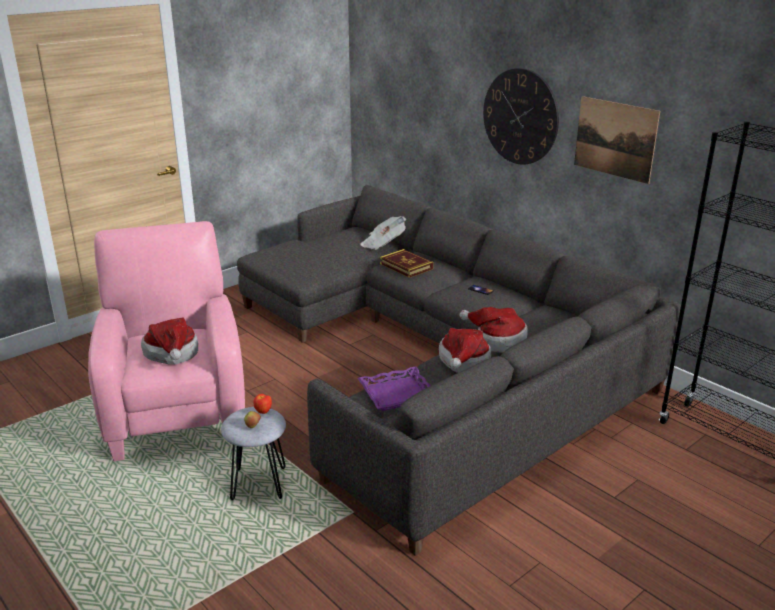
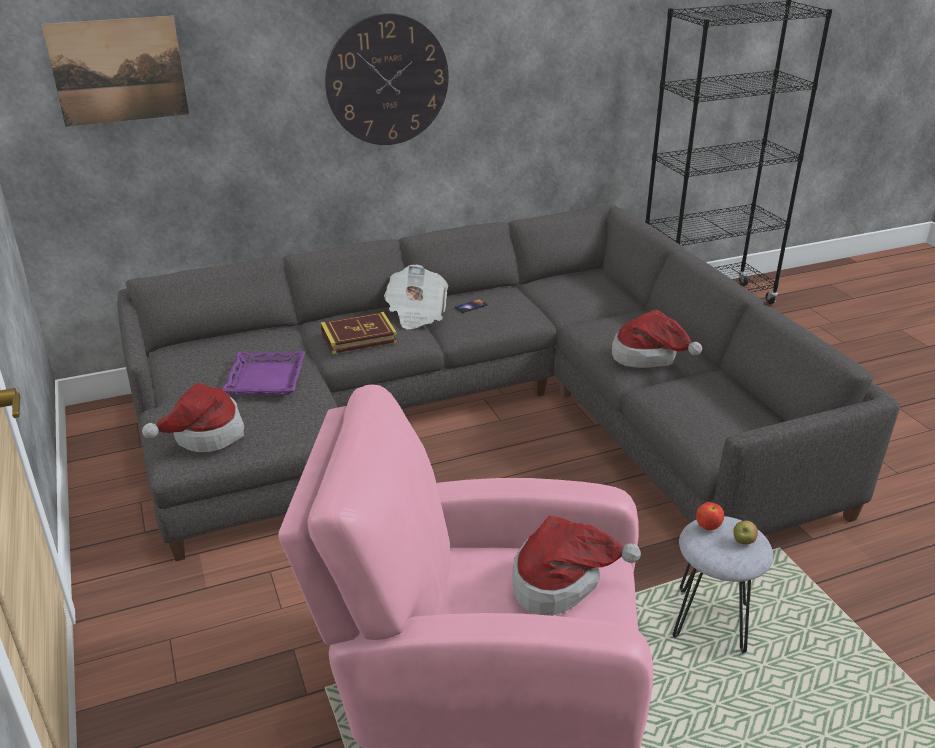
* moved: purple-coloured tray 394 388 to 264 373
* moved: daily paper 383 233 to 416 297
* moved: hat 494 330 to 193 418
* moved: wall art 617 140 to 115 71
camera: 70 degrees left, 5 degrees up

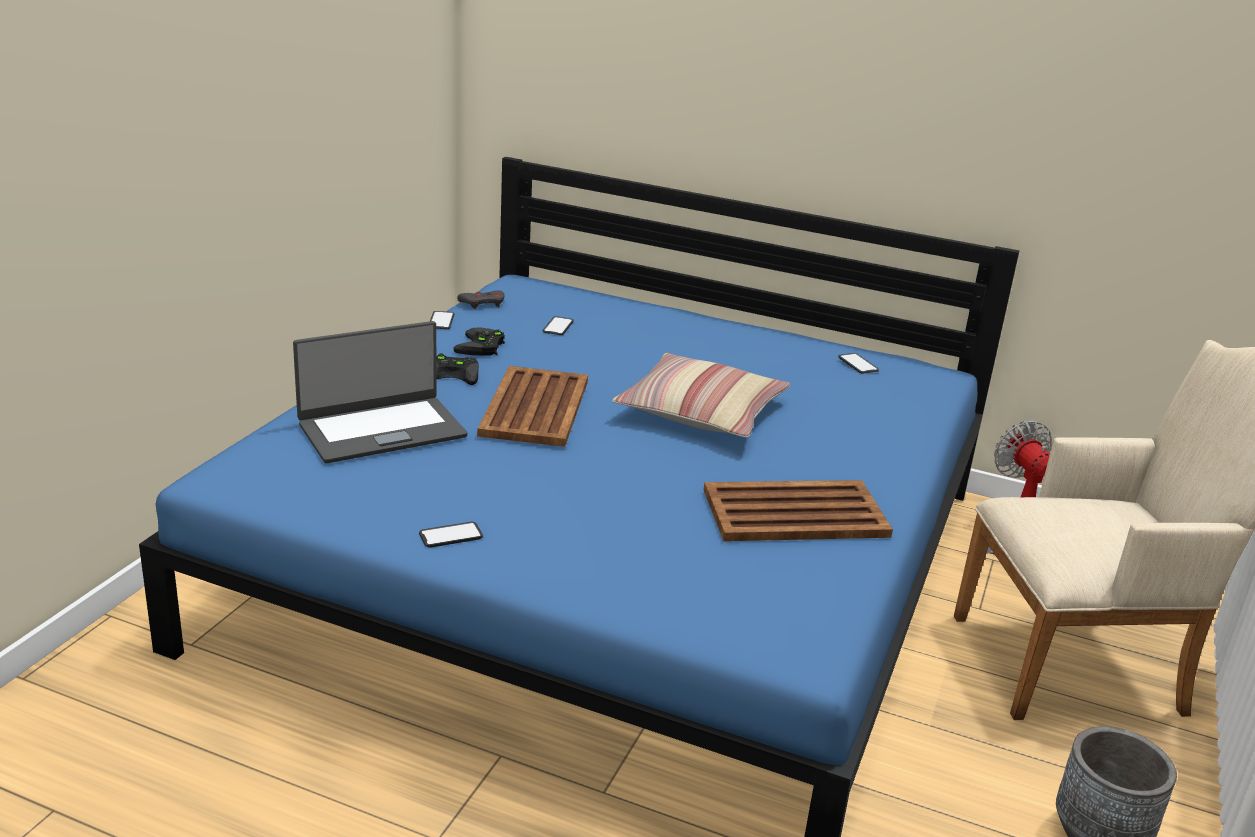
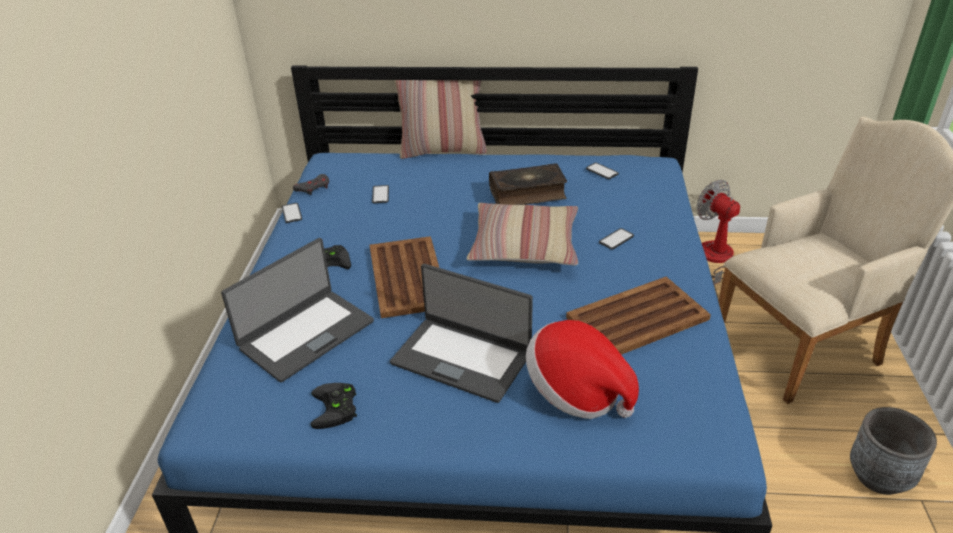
* added: portable computer 461 333
* added: pillow 440 119
* added: book 528 184
* added: hat 582 369
* moved: telephone 451 534 to 616 238
* moved: black gamepad 479 341 to 334 406
camera: 15 degrees left, 10 degrees up

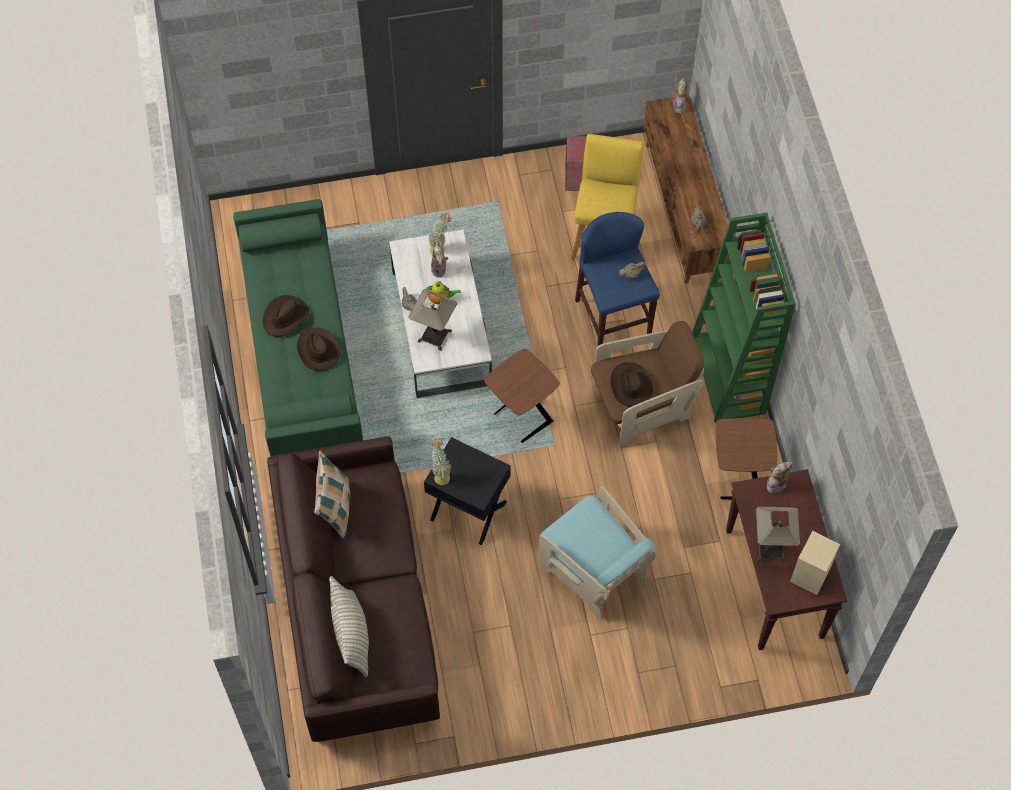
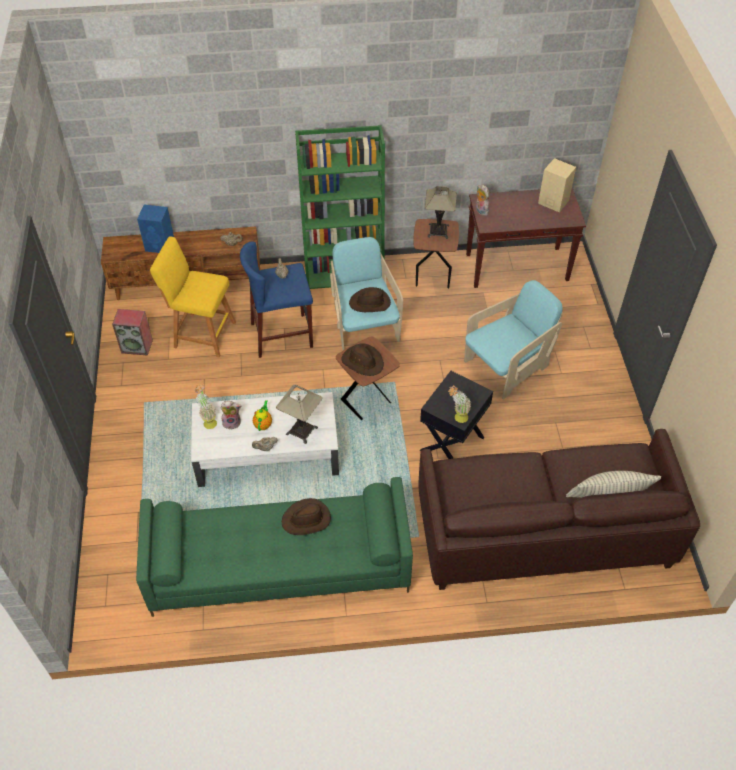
* removed: pillow 332 495
* removed: soft toy 680 95
* added: bluish audio speaker 155 229
* moved: brown-coloured hat 286 316 to 363 359
* moved: table lamp 778 535 to 441 212
* recoloured: brown-coloured easy chair 647 383 to turquoise easy chair 366 293
camera: 85 degrees left, 10 degrees down

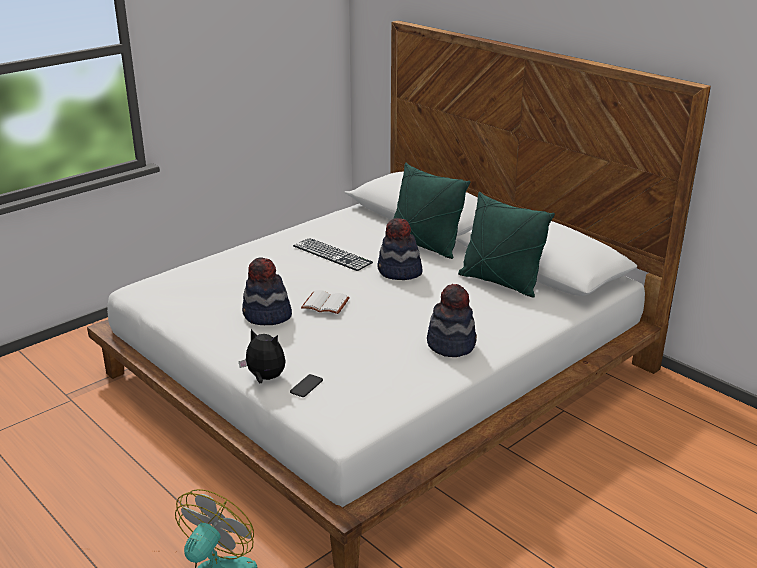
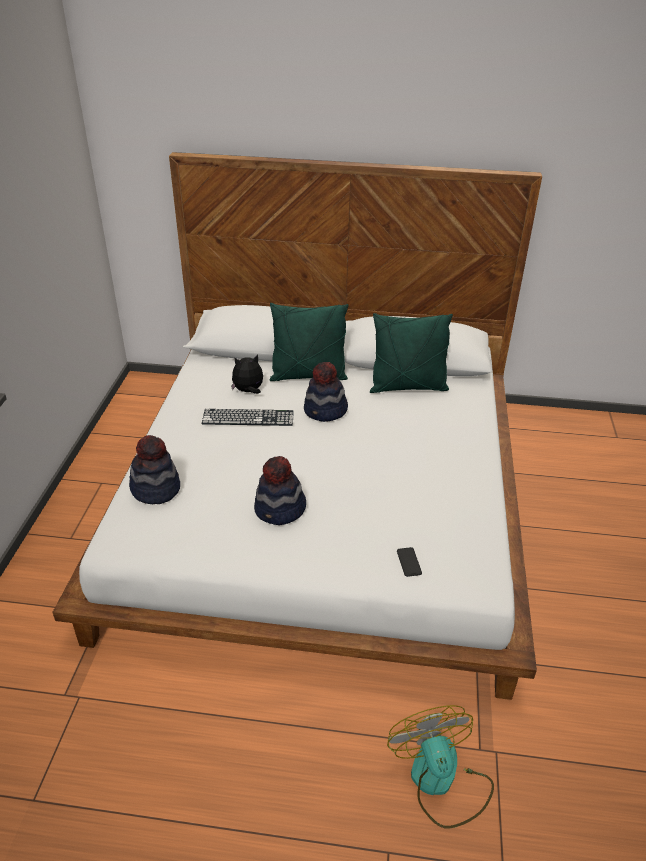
* removed: white book 325 302
* moved: soft toy 262 356 to 247 374
* moved: hat 452 320 to 154 469
camera: 40 degrees left, 10 degrees up

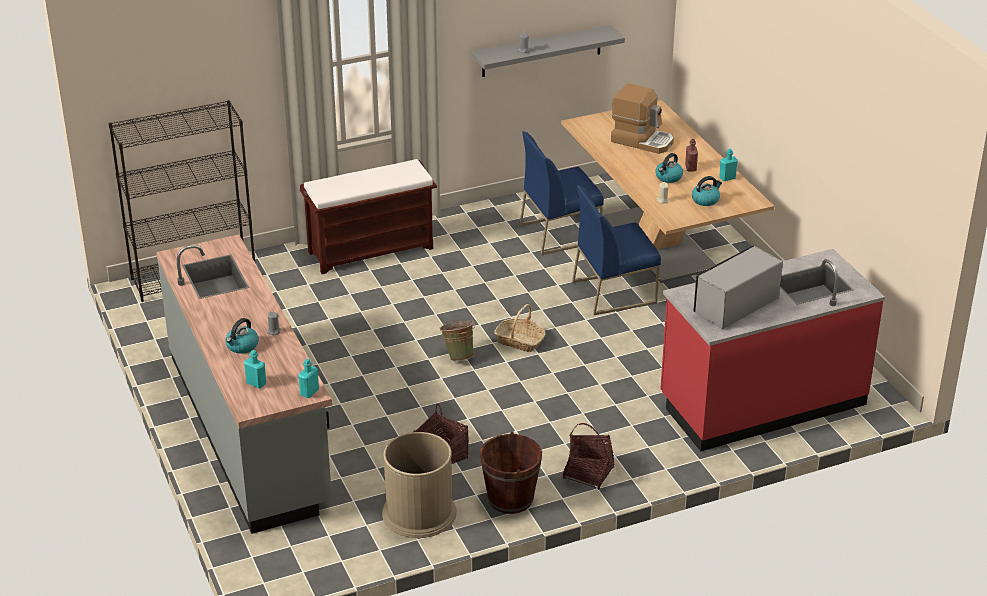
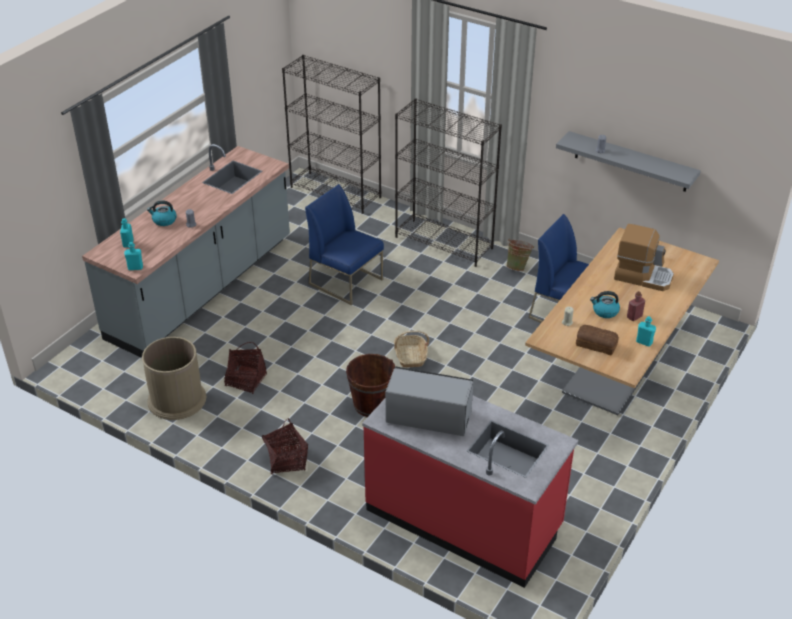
* moved: green-coloured bucket 457 340 to 520 254
* moved: brown-coloured bucket 511 473 to 370 385
* moved: bluish chair 616 250 to 344 244
* replaced: brown-coloured indoor bench 368 216 to black shelving unit 448 182
* replaced: tea kettle 707 191 to baked bread 597 340
* turned: coffee machine 642 119 = 644 257 60 degrees counterclockwise
camera: 55 degrees right, 5 degrees up

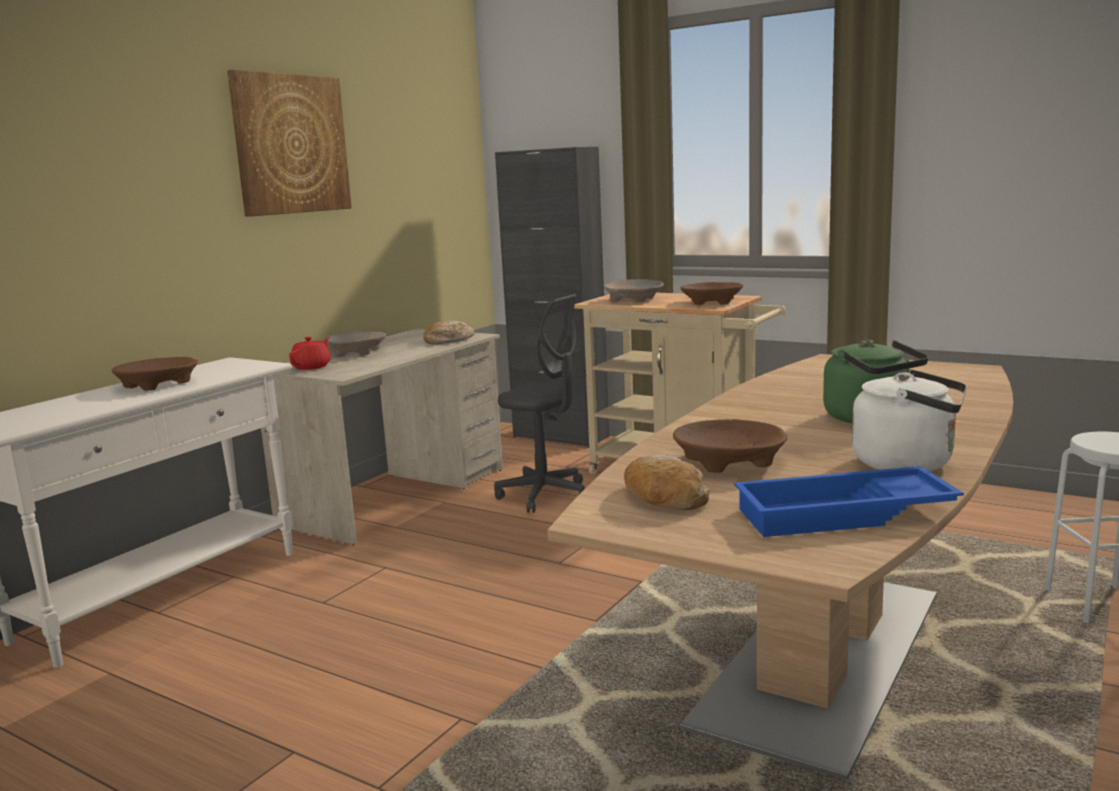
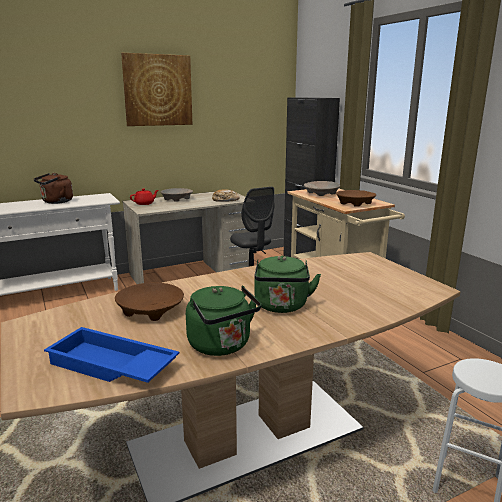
* removed: baked bread 667 482
* replaced: brown-coloured deep dish 155 374 to brown-coloured tea kettle 53 188
* recoloured: white tea kettle 909 420 to green-coloured tea kettle 223 321
camera: 30 degrees right, 5 degrees up

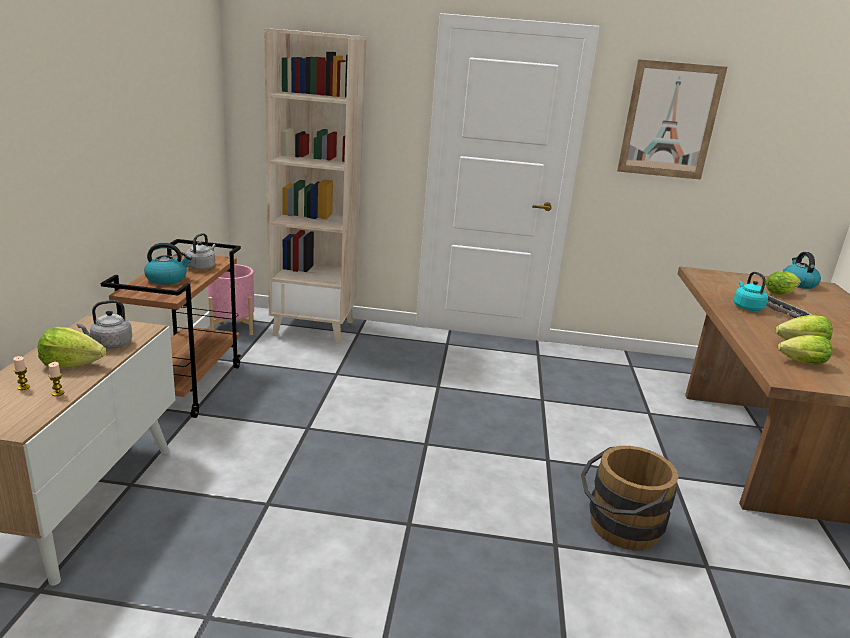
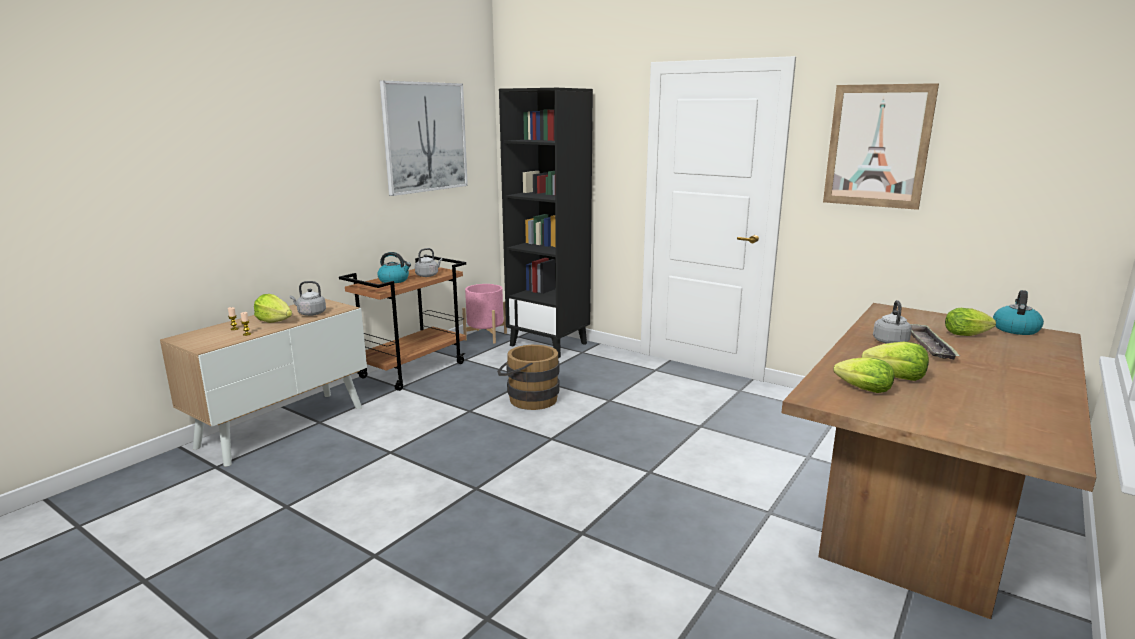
* added: wall art 424 138
* moved: brown-coloured bucket 630 498 to 528 377
* recoloured: beige shelving unit 315 186 to black shelving unit 546 223
* recoloured: turquoise tea kettle 750 291 to greyish tea kettle 892 321
camera: 30 degrees right, 5 degrees down

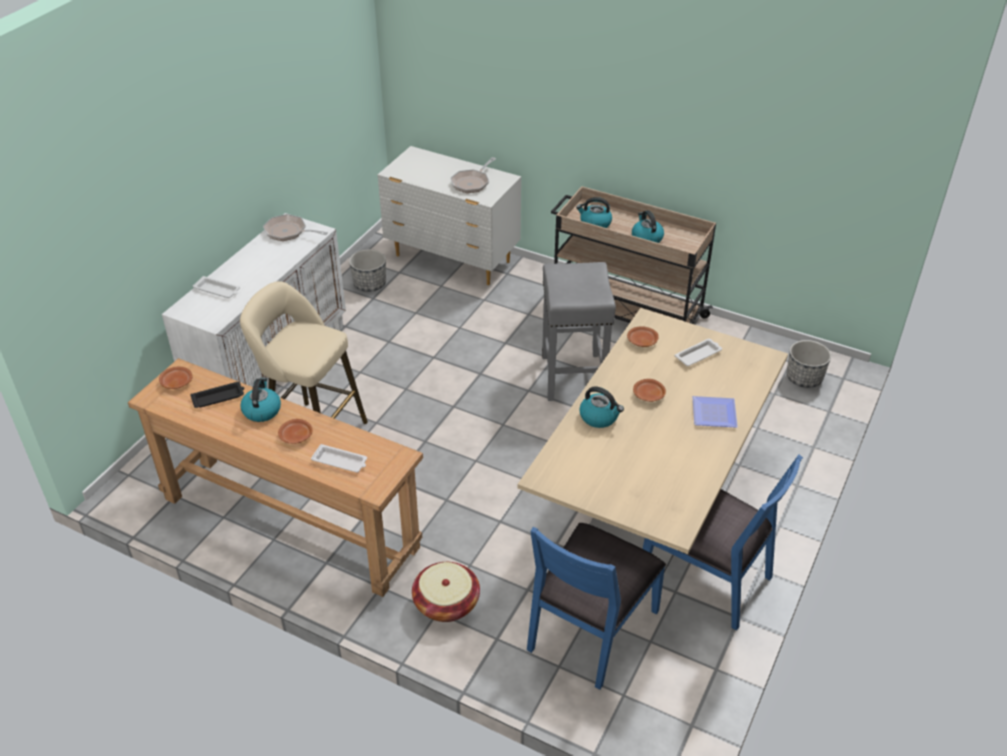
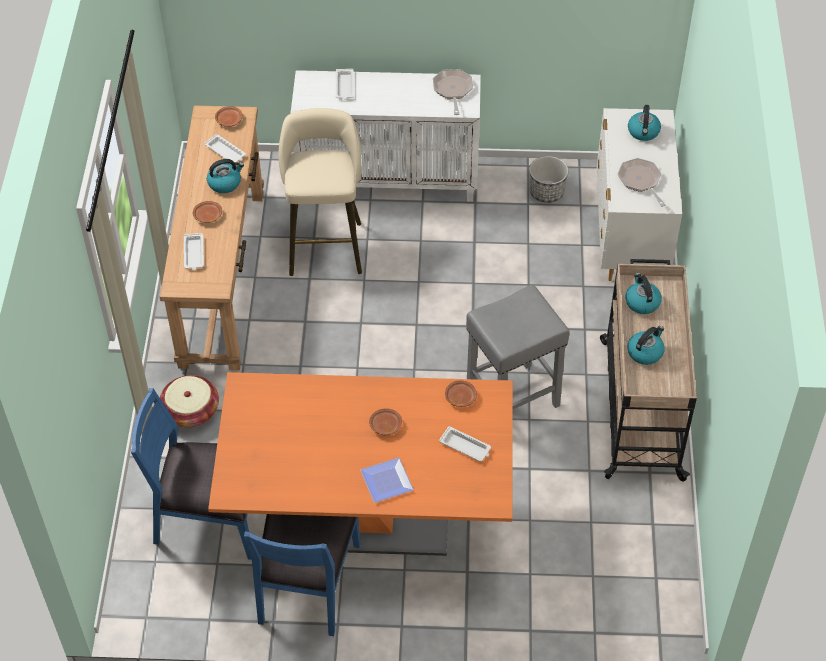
* removed: flower pot 809 364
* moved: tea kettle 601 407 to 644 123
* recoloured: black tray 217 395 to white tray 225 148
* recoloured: beige dining table 652 440 to orangey dining table 360 464
* turned: frying pan 473 175 = 642 182 60 degrees clockwise
camera: 65 degrees right, 10 degrees up

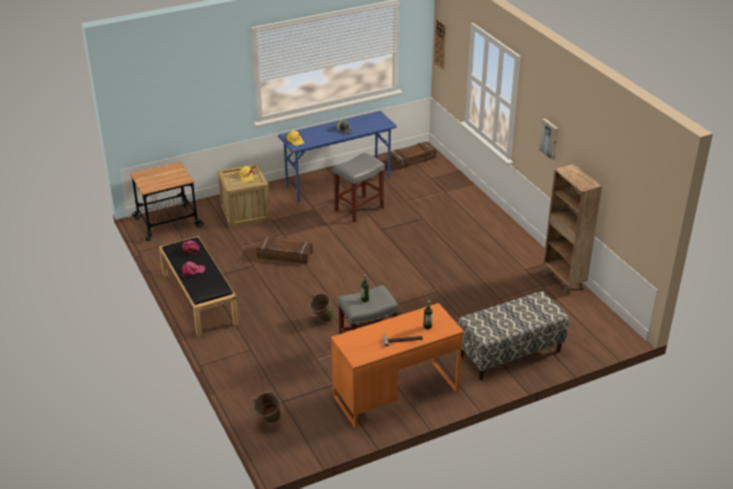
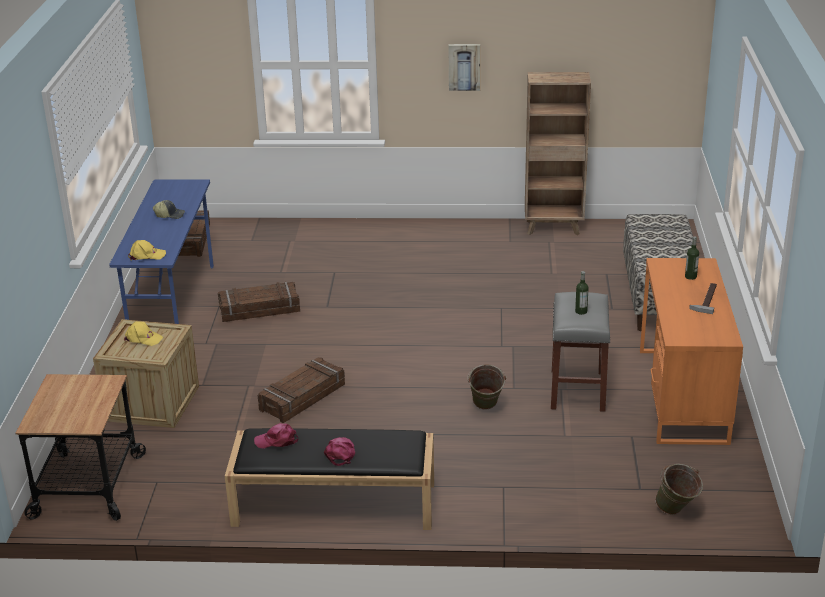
* removed: clock on the wall 440 44
* replaced: greyish stool seat 359 187 to crate 259 302
camera: 60 degrees left, 5 degrees down

